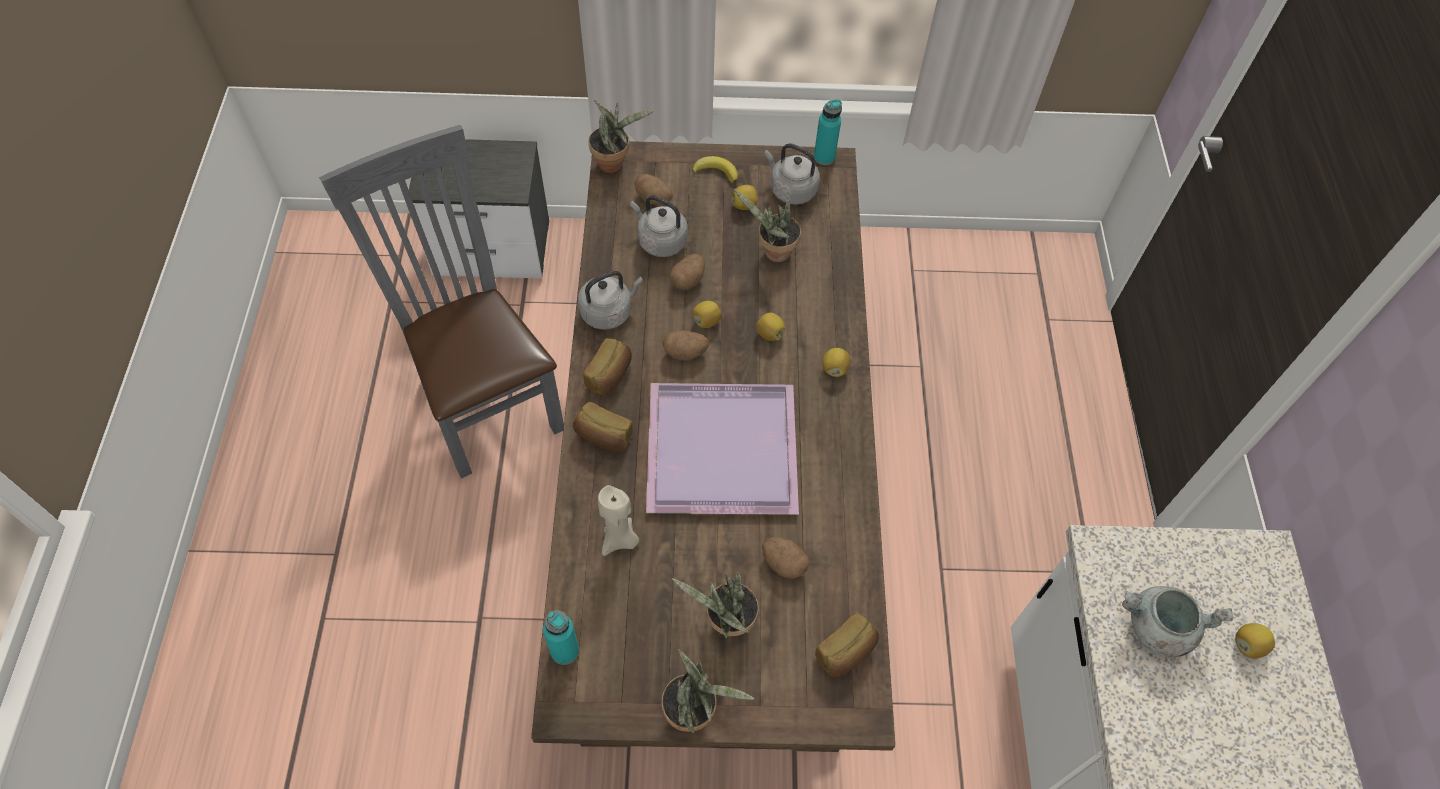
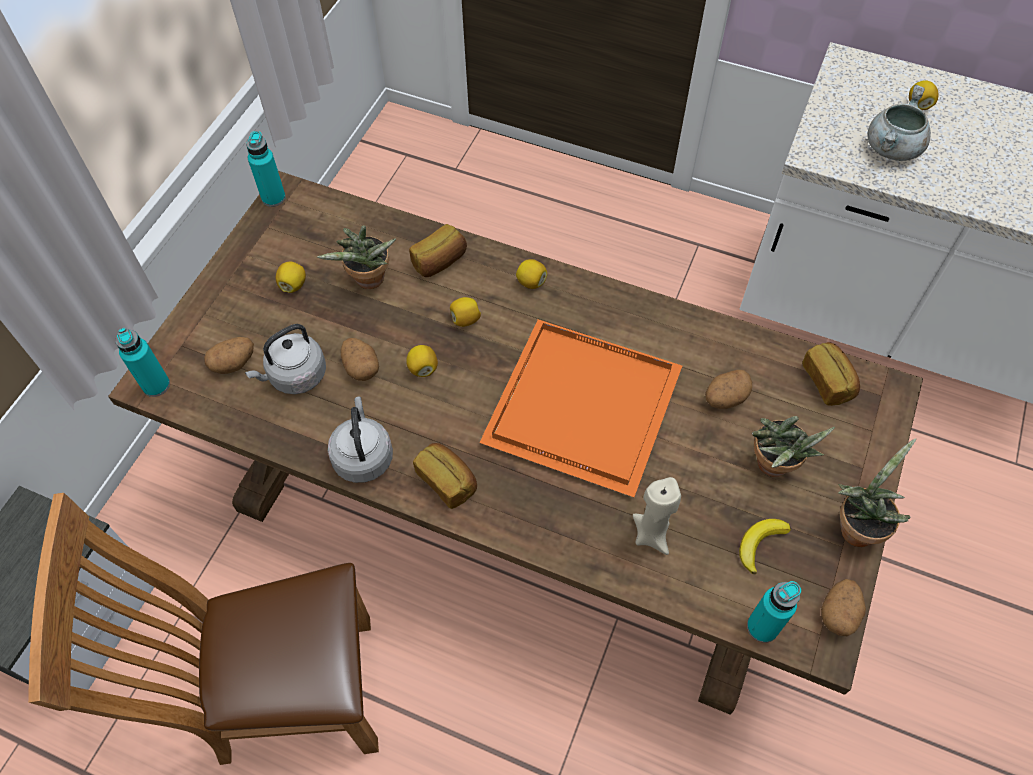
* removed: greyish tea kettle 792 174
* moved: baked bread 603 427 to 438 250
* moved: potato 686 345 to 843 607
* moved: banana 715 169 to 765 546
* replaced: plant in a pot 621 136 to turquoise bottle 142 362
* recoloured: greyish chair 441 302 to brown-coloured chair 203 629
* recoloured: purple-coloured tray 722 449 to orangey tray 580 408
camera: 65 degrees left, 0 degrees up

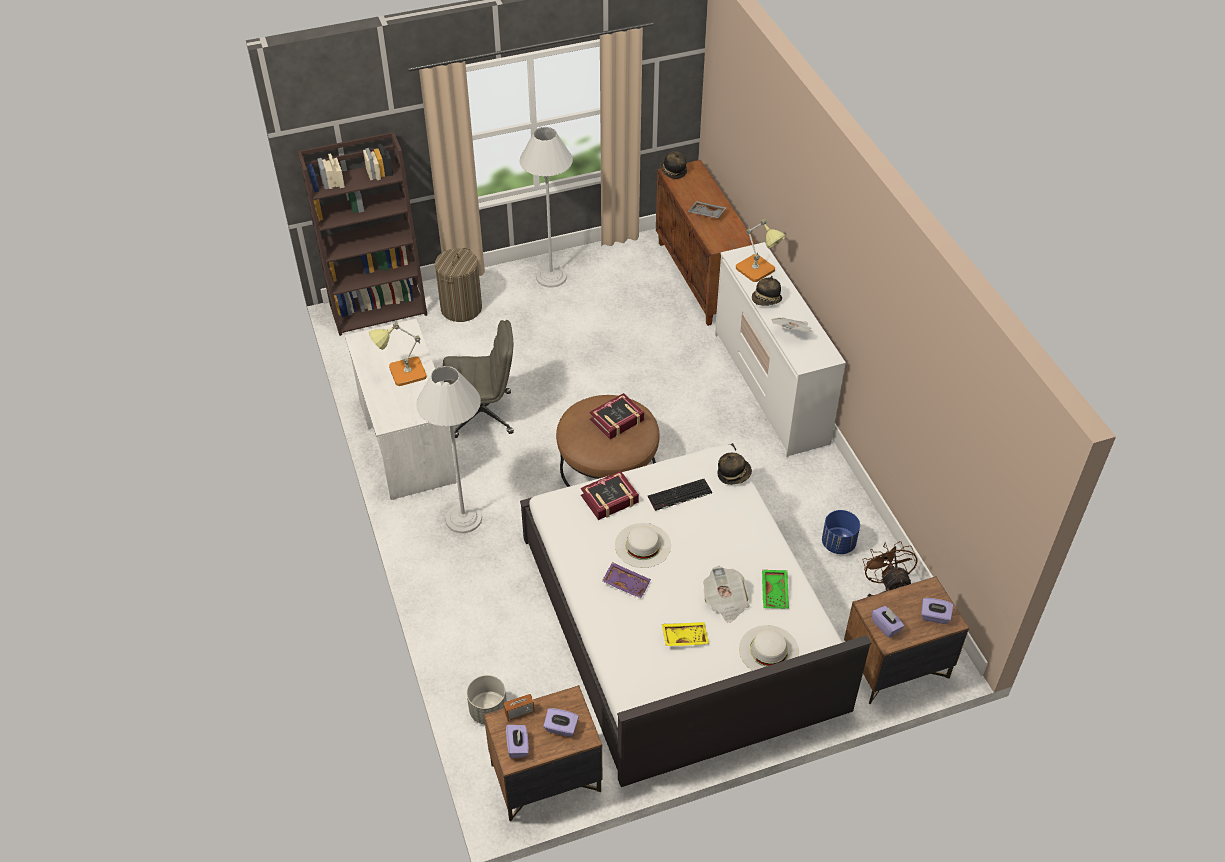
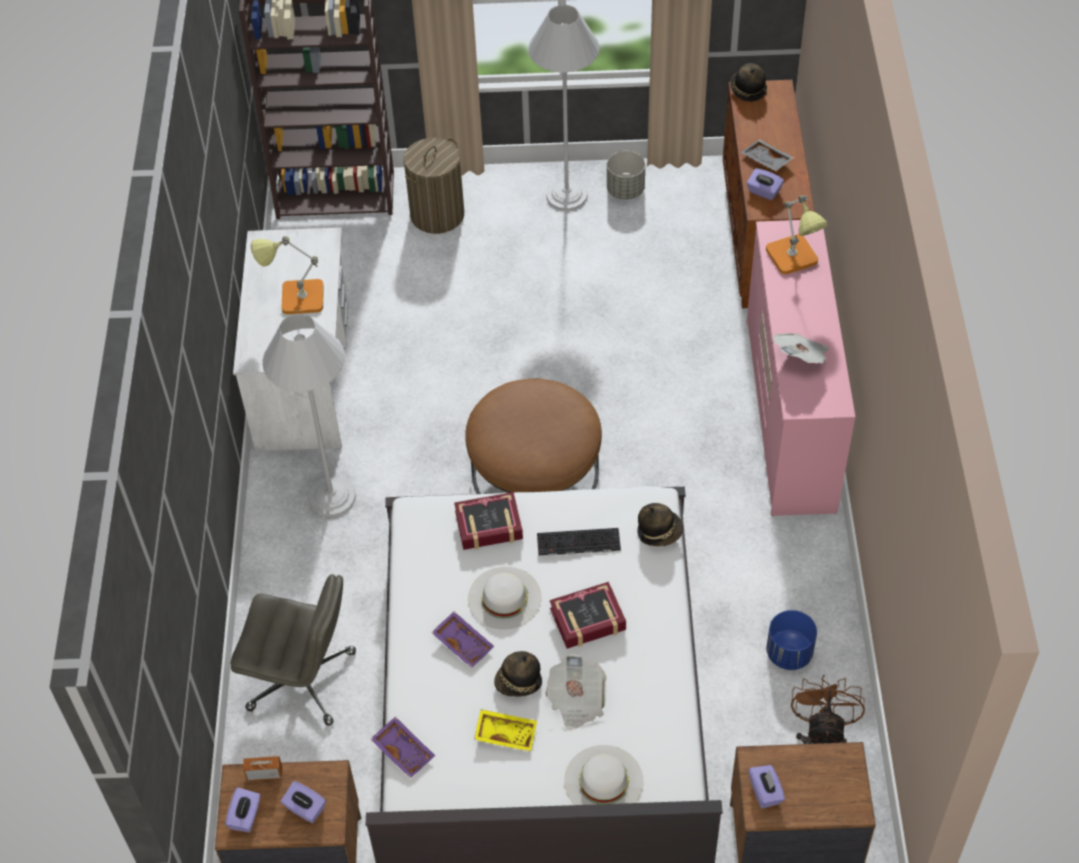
* removed: green-coloured tray 775 589
* added: purple-coloured tray 403 747
* moved: greyish computer chair 478 379 to 293 650
* moved: greyish flower pot 487 699 to 626 175
* moved: book 617 416 to 588 615
* moved: hat 767 291 to 518 674
* moved: purple-coloured tissue box 937 611 to 765 184
* recoloured: white drawer chest 780 349 to pink-coloured drawer chest 801 368
camera: 20 degrees right, 5 degrees up

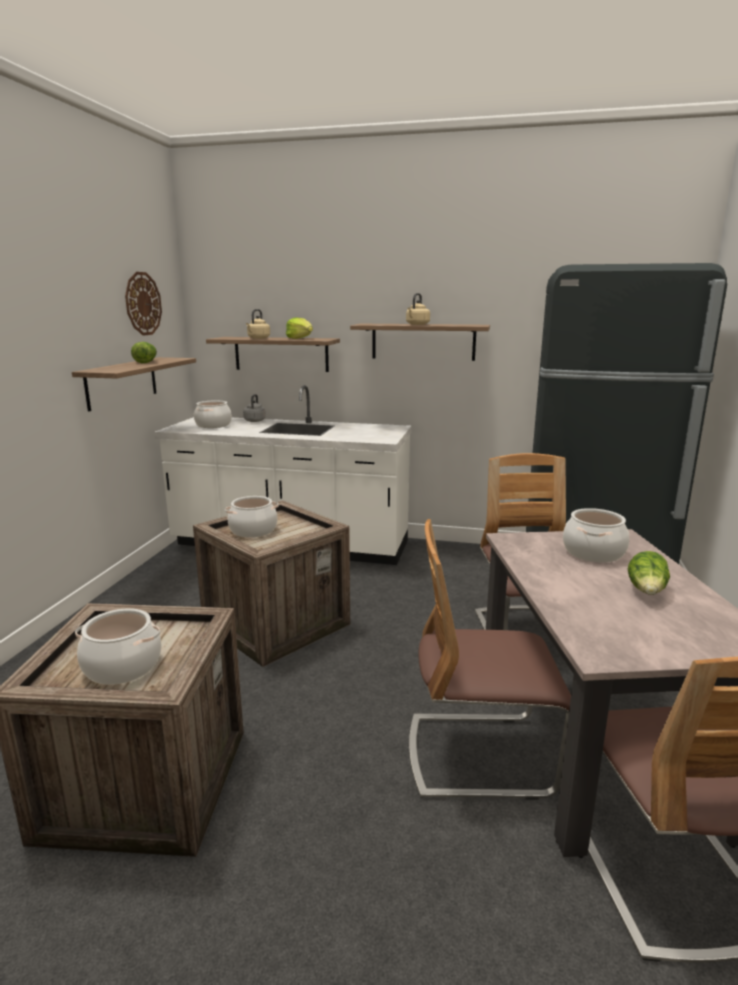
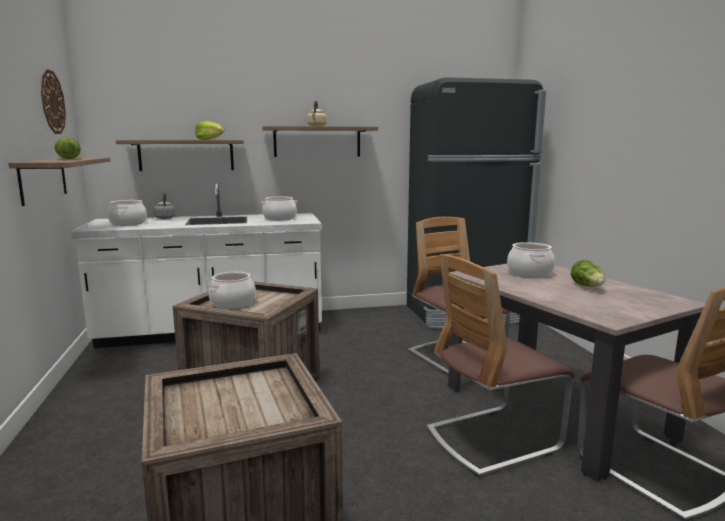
* removed: beige tea kettle 258 324
* moved: saucepot 118 646 to 279 208
camera: 25 degrees left, 5 degrees down

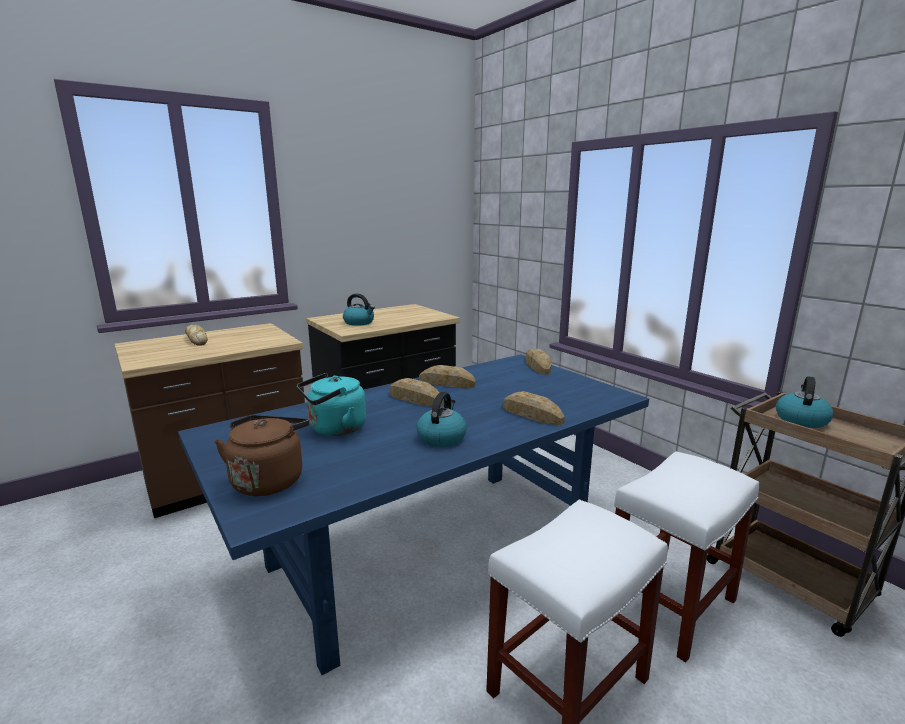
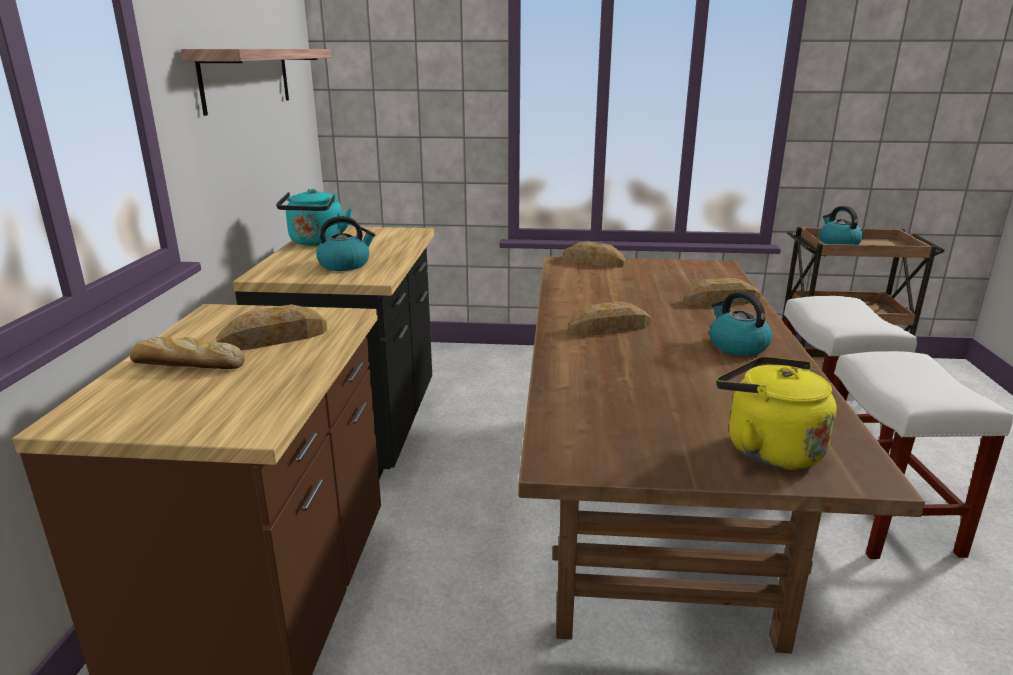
* added: shelf 256 82
* moved: turquoise tea kettle 331 404 to 314 217
* moved: baked bread 447 376 to 271 327
* recoloured: bluish dining table 413 514 to brown-coloured dining table 721 455
* recoloured: brown-coloured tea kettle 262 455 to yellow tea kettle 776 413
camera: 50 degrees left, 5 degrees up

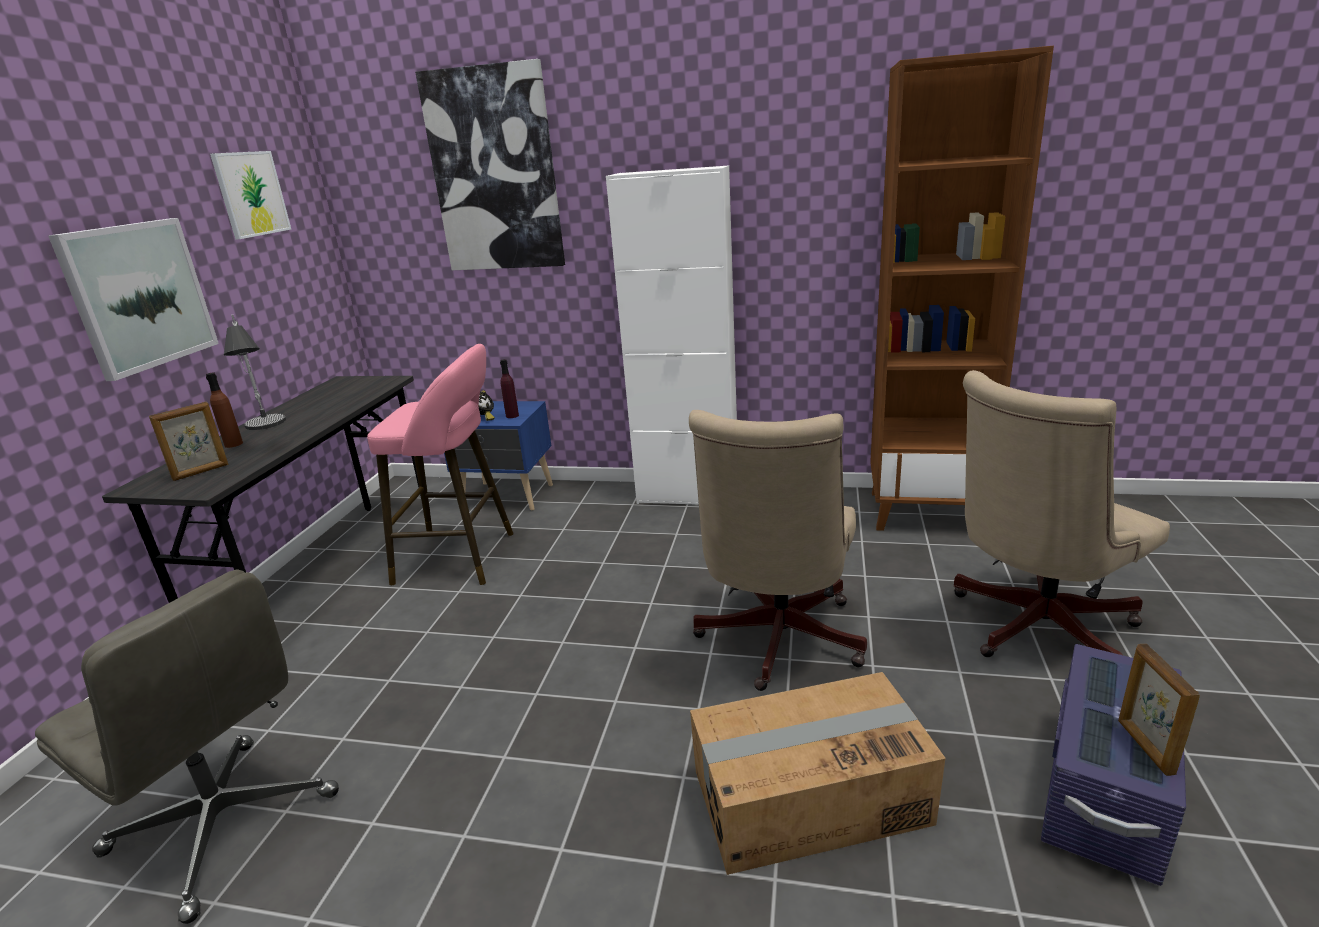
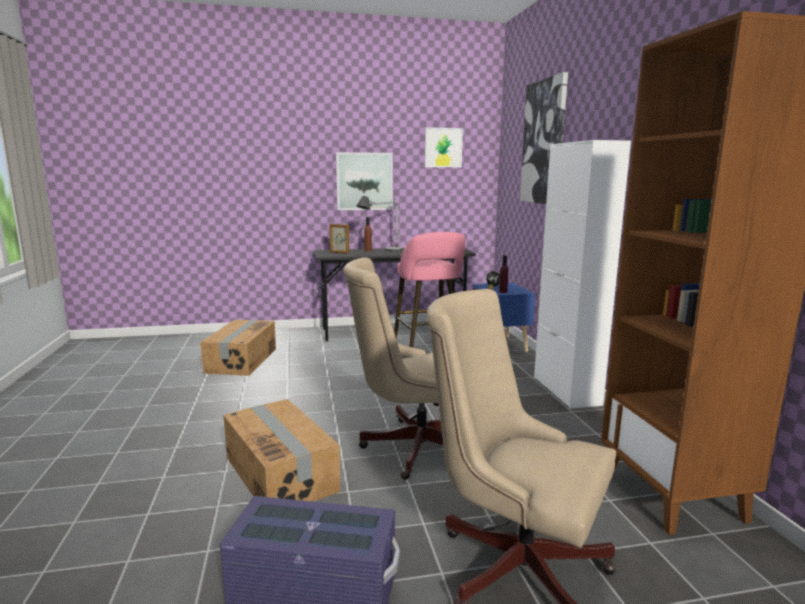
* removed: standing frame 1159 710
* replaced: greyish computer chair 187 746 to packing box 238 348
camera: 65 degrees right, 10 degrees down

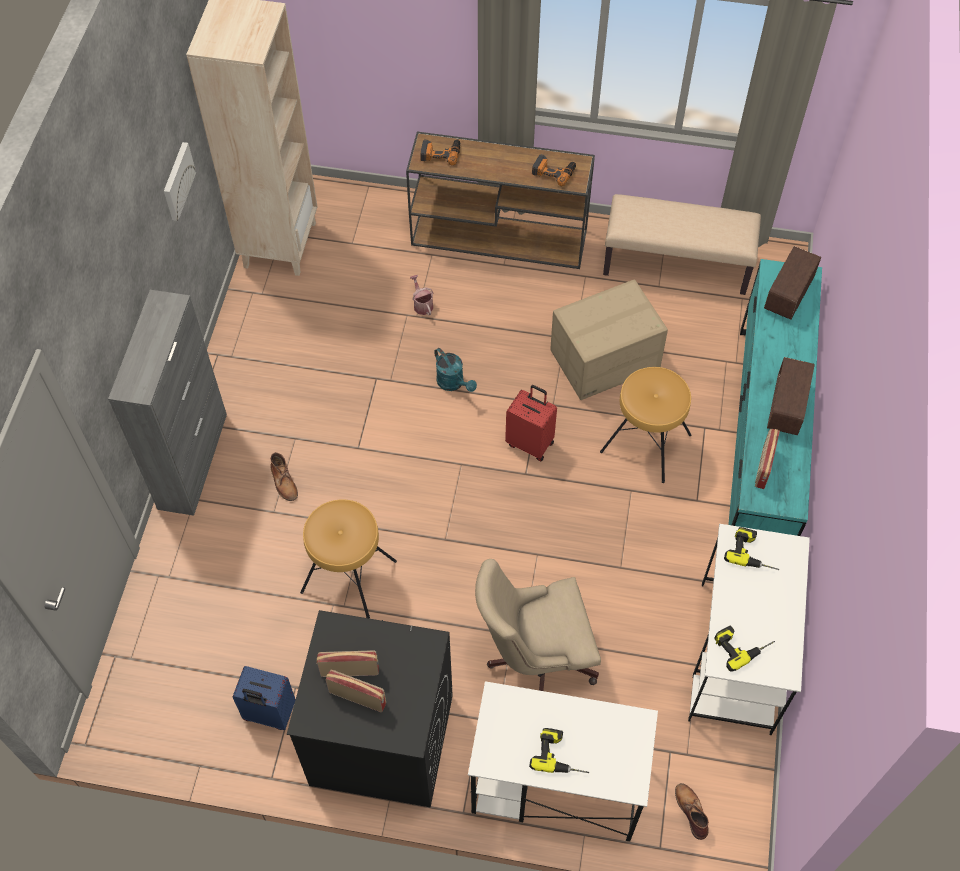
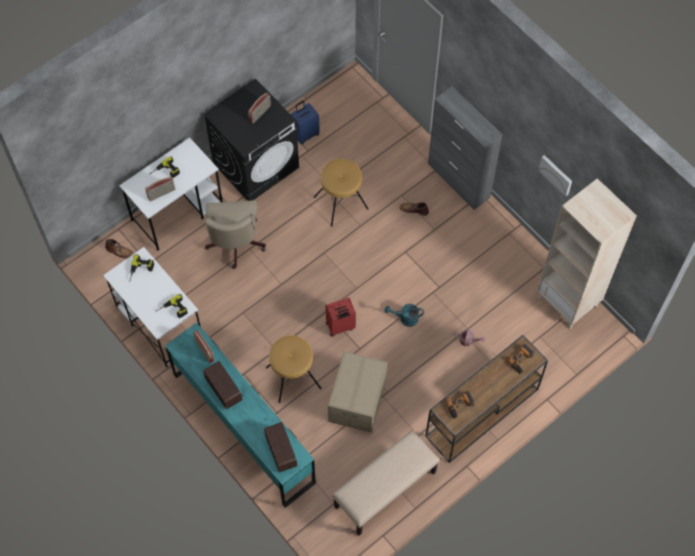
* moved: radio set 355 691 to 160 188
* turned: beige computer chair 538 625 = 235 234 150 degrees clockwise
camera: 130 degrees right, 5 degrees up

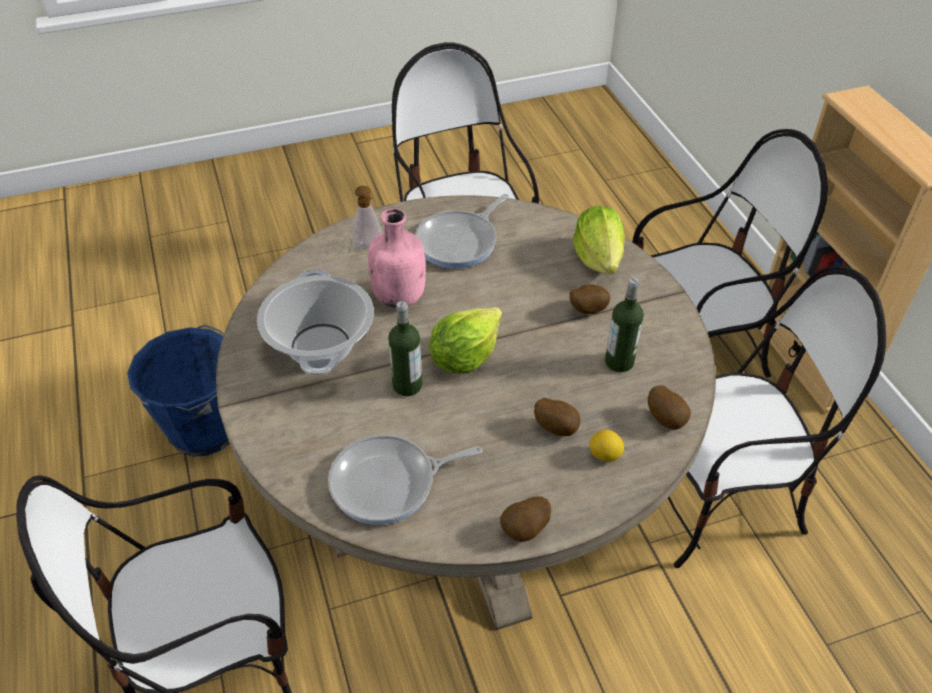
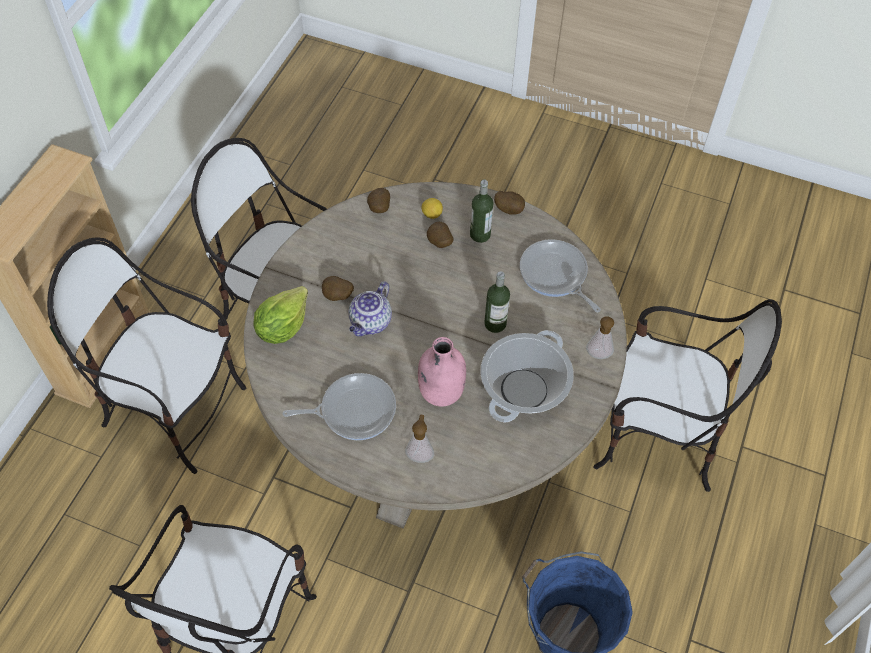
* removed: lettuce 465 340
* added: tea pot 370 309
* added: soap bottle 600 337
* moved: bottle 624 324 to 481 211
* turned: frying pan 405 480 = 560 276 150 degrees counterclockwise
camera: 140 degrees left, 10 degrees up

